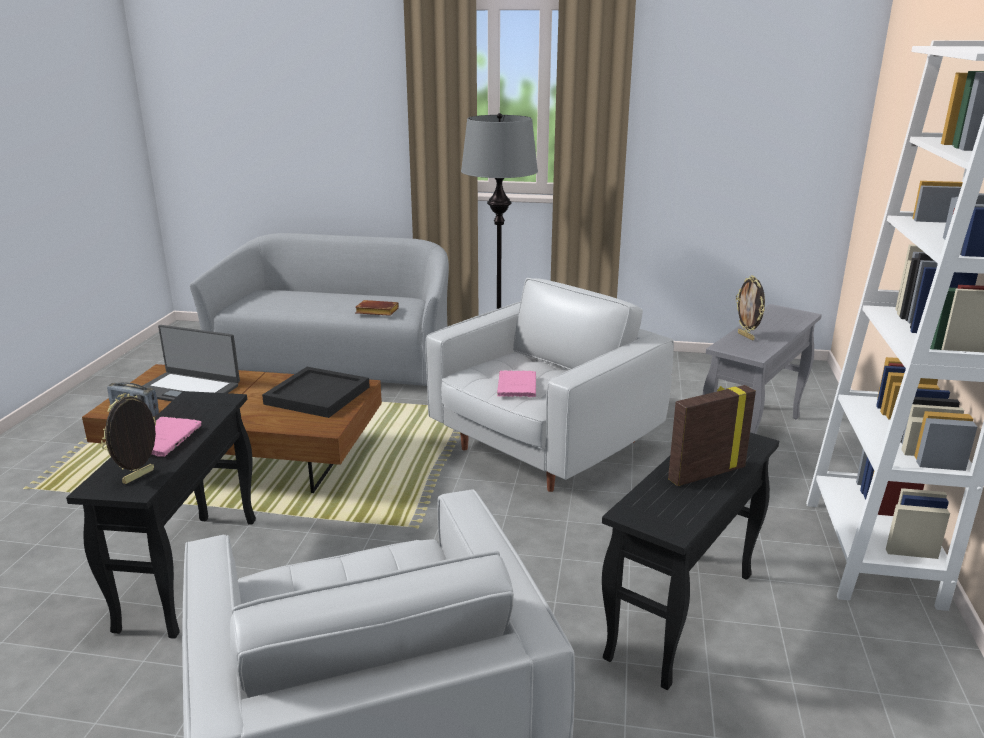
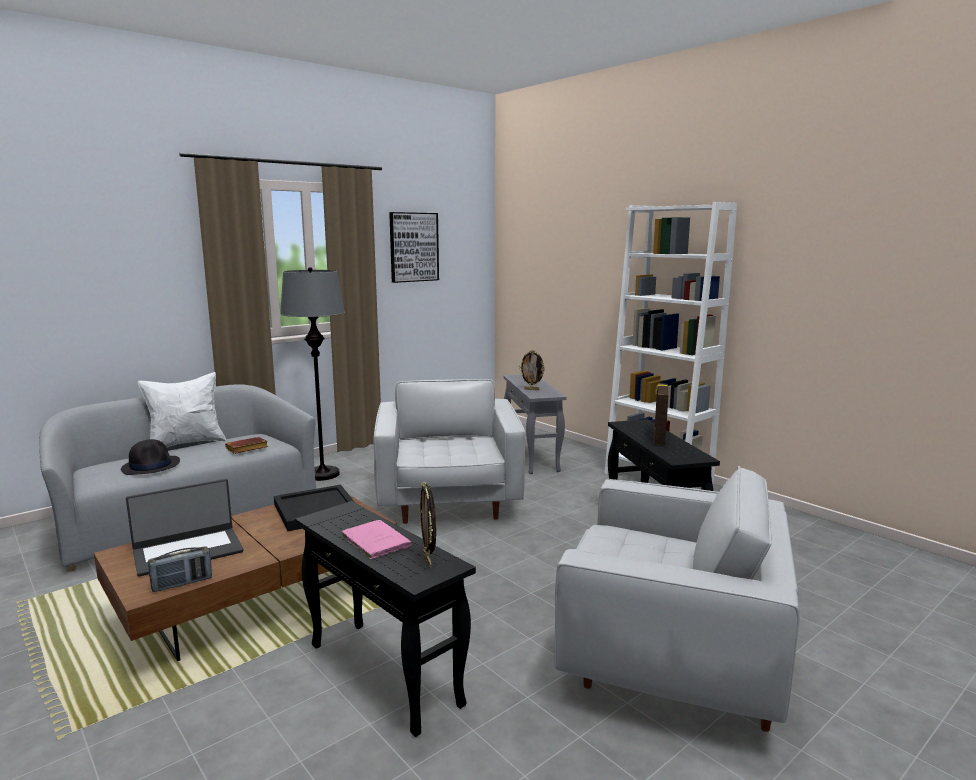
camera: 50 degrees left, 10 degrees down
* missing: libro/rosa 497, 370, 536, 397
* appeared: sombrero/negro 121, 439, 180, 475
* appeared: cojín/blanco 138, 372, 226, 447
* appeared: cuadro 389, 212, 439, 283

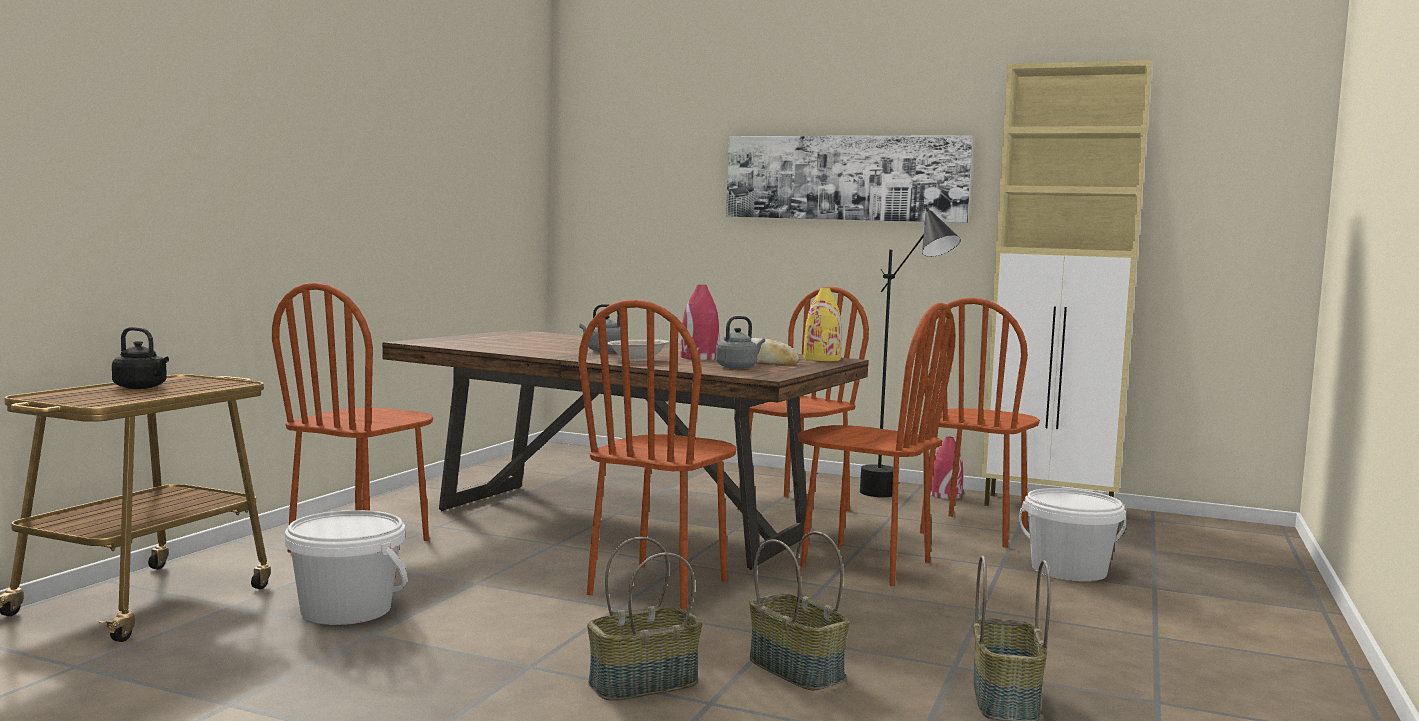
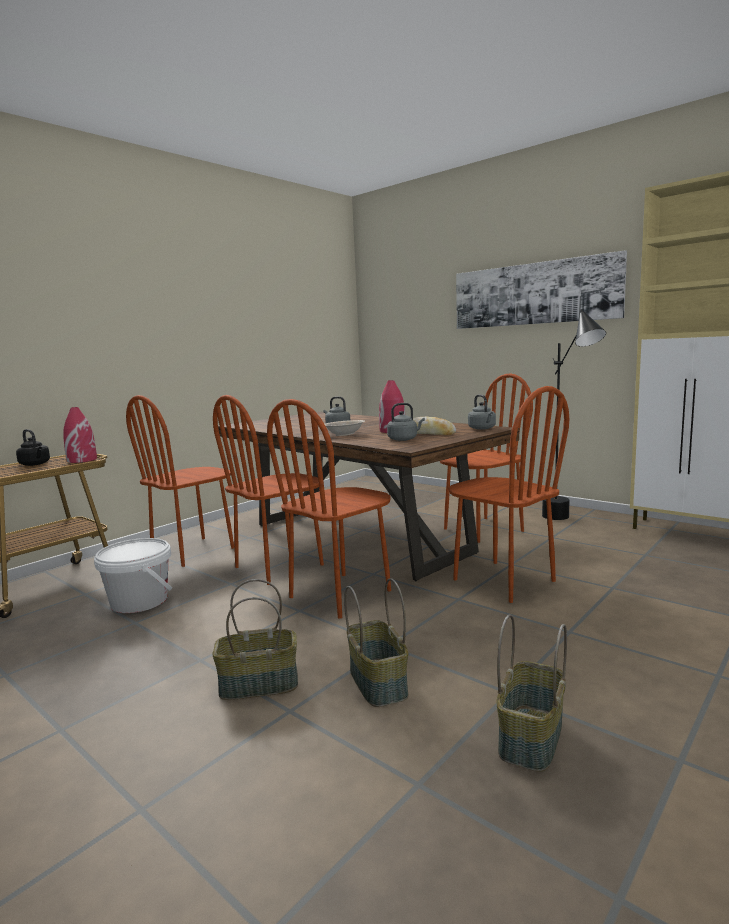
camera: 20 degrees right, 5 degrees up
* exchanged: florero/amarillo 804, 288, 842, 361 to hervidor/gris 468, 394, 496, 430
* relocated: silla/marrón 920, 298, 1040, 548 to 213, 395, 324, 585
* relocated: florero/rojo 931, 436, 963, 499 to 63, 407, 97, 463
* missing: cubo/blanco 1019, 488, 1126, 582

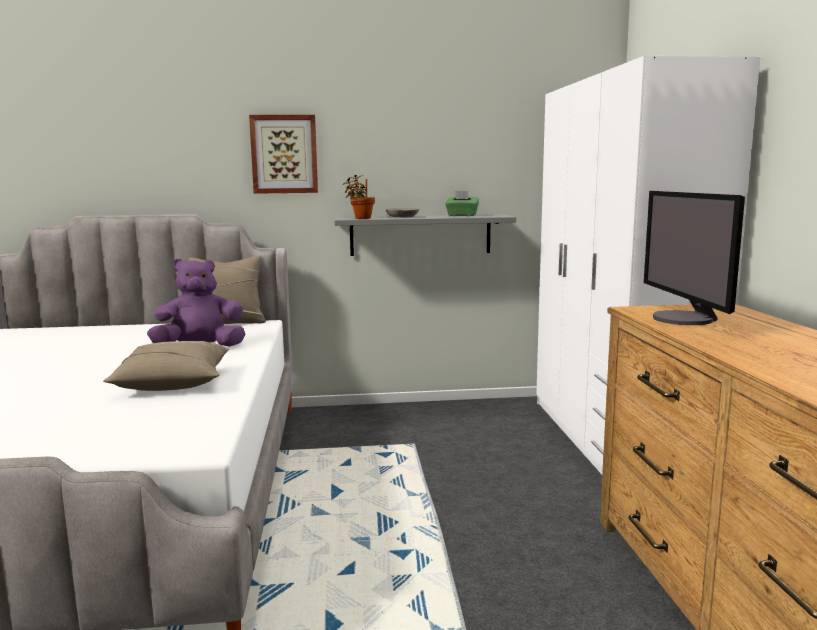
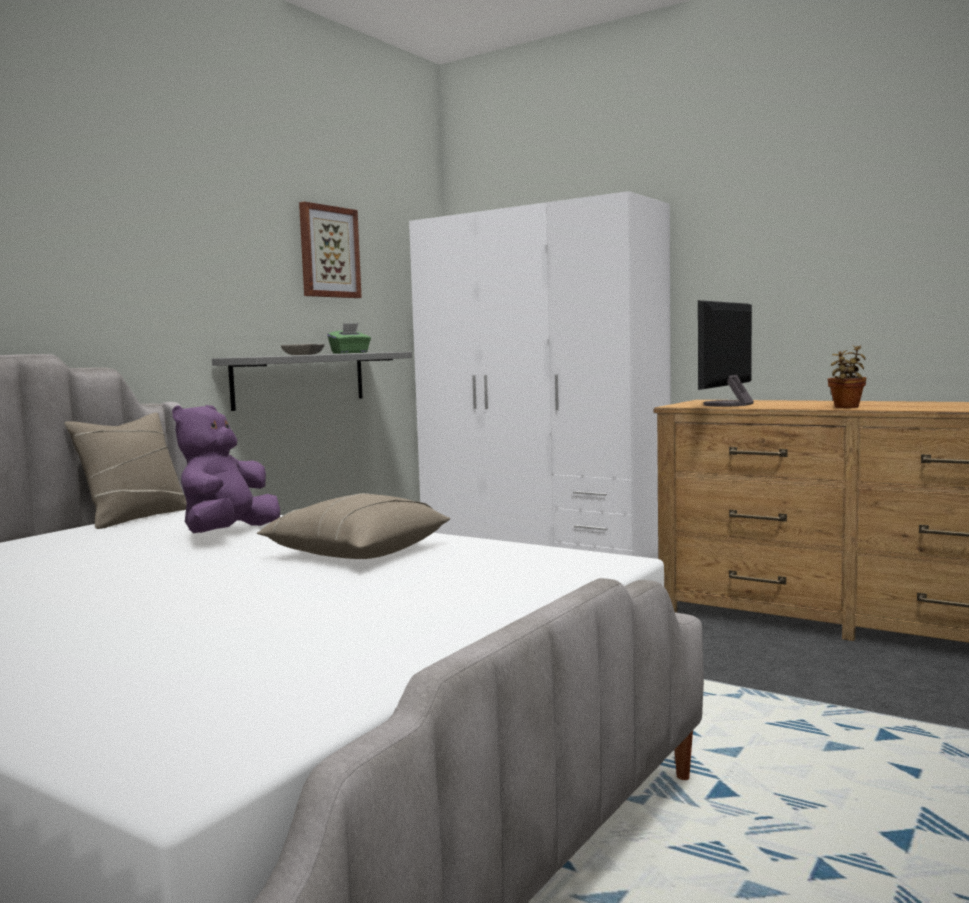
camera: 50 degrees left, 5 degrees down
* relocated: cuadro 249, 115, 318, 194 to 299, 201, 362, 298
* relocated: planta en maceta 343, 175, 375, 219 to 828, 345, 866, 408
* spun: monitor 644, 191, 745, 325 = 698, 300, 754, 407 90 degrees clockwise

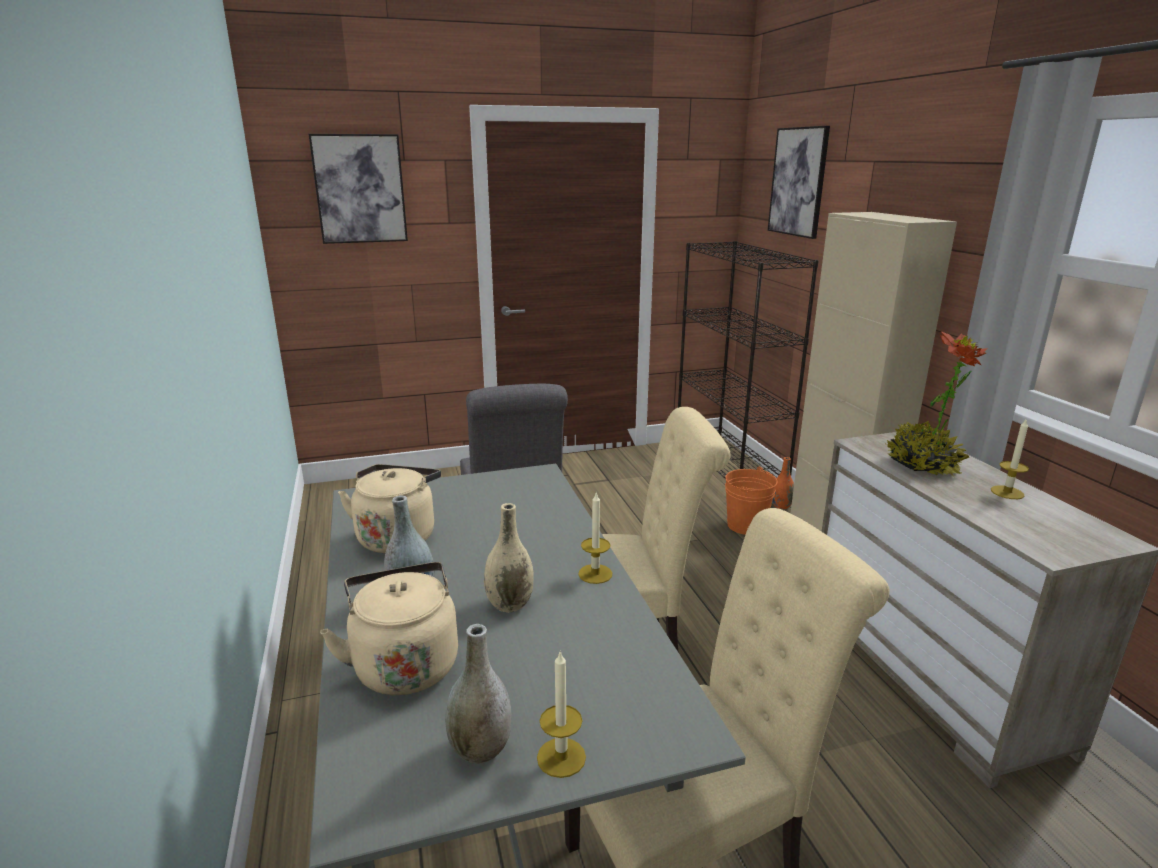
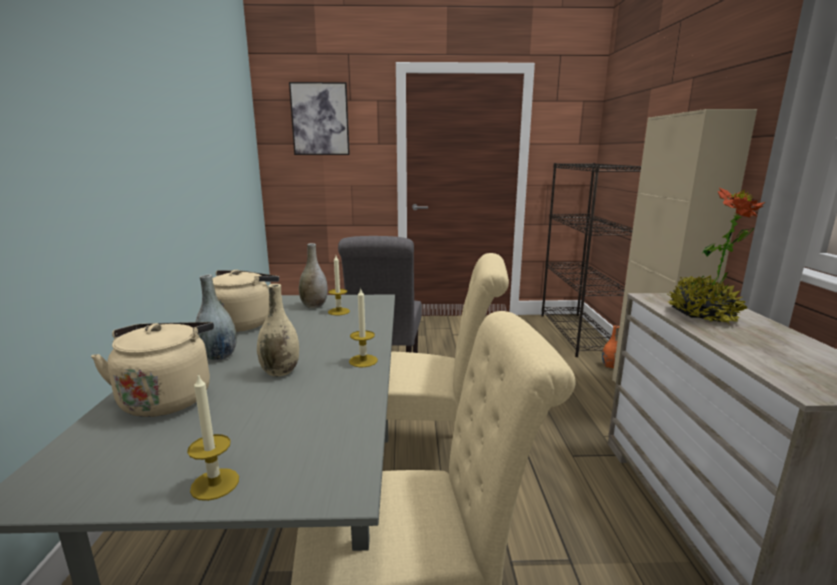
camera: 15 degrees right, 5 degrees down
* relocated: florero/gris 445, 624, 511, 764 to 299, 243, 328, 308
* missing: cubo/naranja 725, 467, 778, 535
* missing: cuadro 768, 126, 830, 239
* relocated: vela 991, 420, 1029, 499 to 328, 256, 350, 315

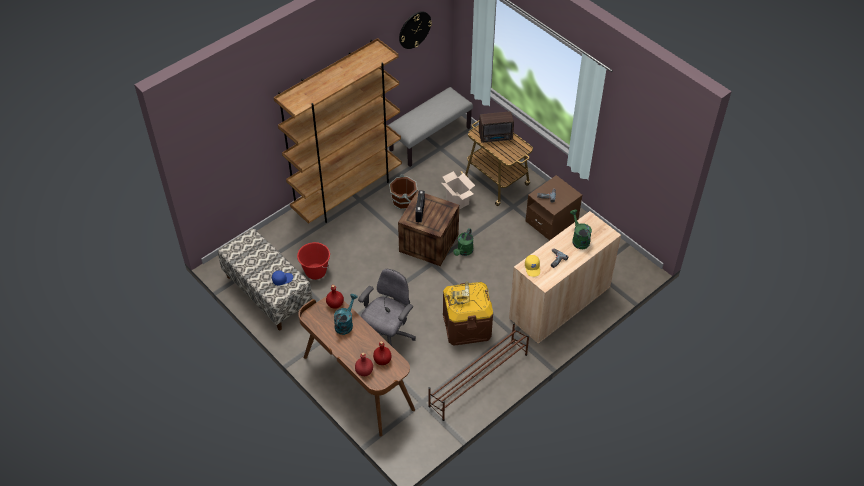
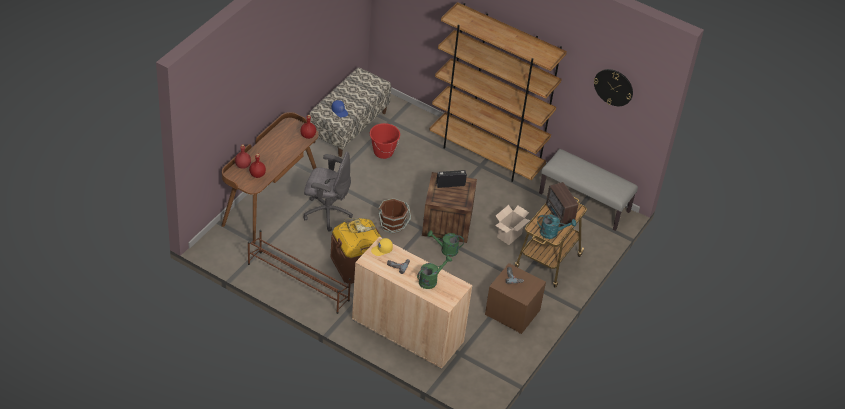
camera: 70 degrees right, 5 degrees down
* relocated: regadera/turquesa 334, 294, 358, 335 to 537, 214, 576, 239
* relocated: cubo/marrón 389, 174, 417, 210 to 378, 198, 411, 234

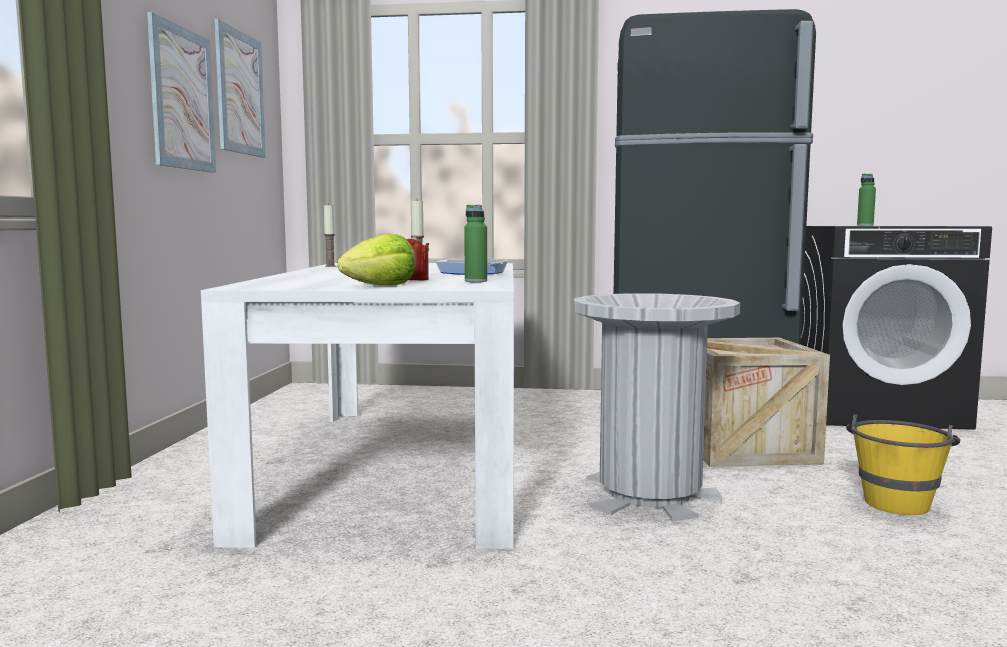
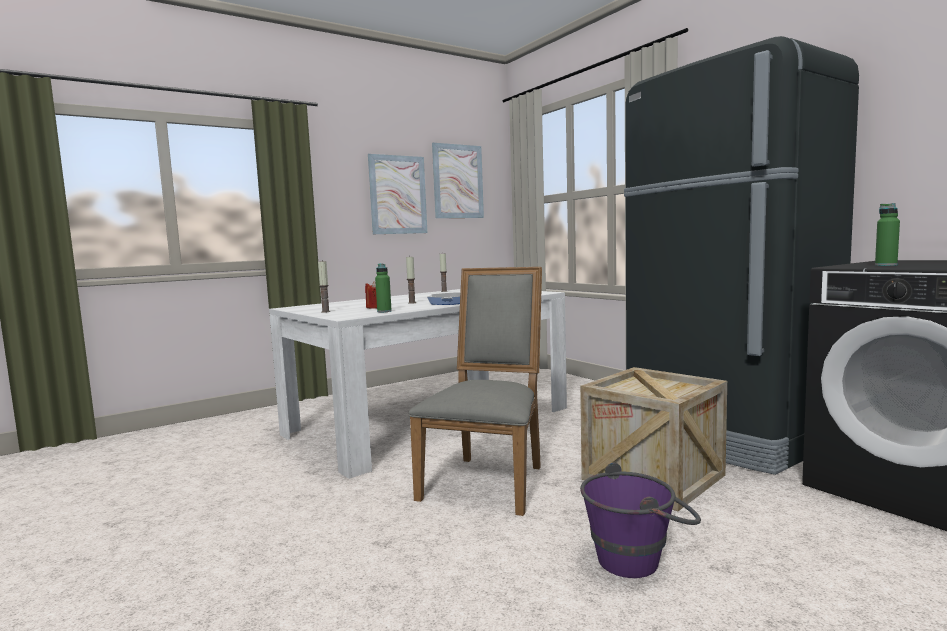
camera: 50 degrees right, 0 degrees up
* exchanged: lechuga 338, 234, 415, 286 to vela 318, 261, 330, 313
* exchanged: papelera/gris 574, 293, 740, 521 to silla/gris 409, 267, 542, 516
* colour: cubo/amarillo 846, 415, 960, 515 to cubo/morado 580, 462, 701, 578

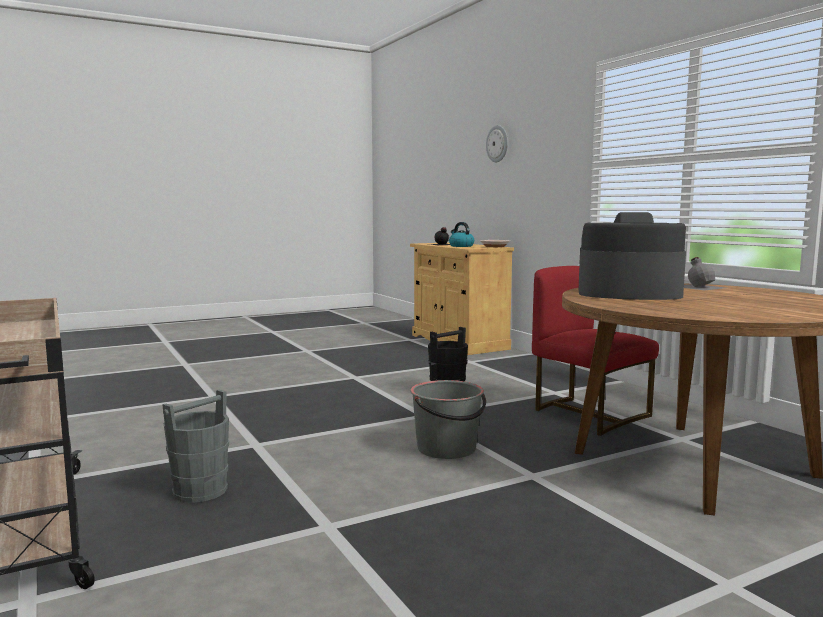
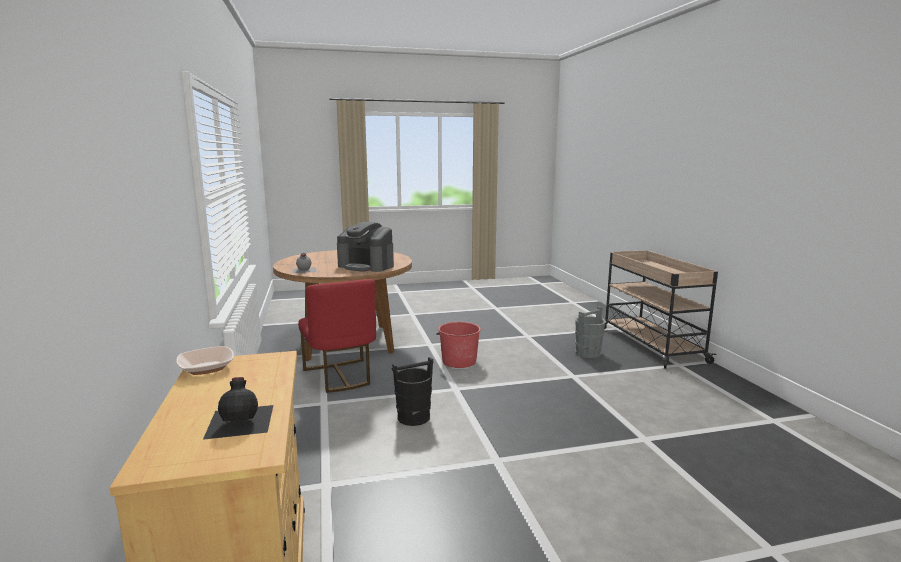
camera: 165 degrees left, 5 degrees up
* colour: cubo/gris 410, 380, 486, 459 to cubo/rojo 436, 322, 481, 368
* missing: hervidor 449, 222, 474, 247
* missing: reloj de pared 486, 125, 508, 162

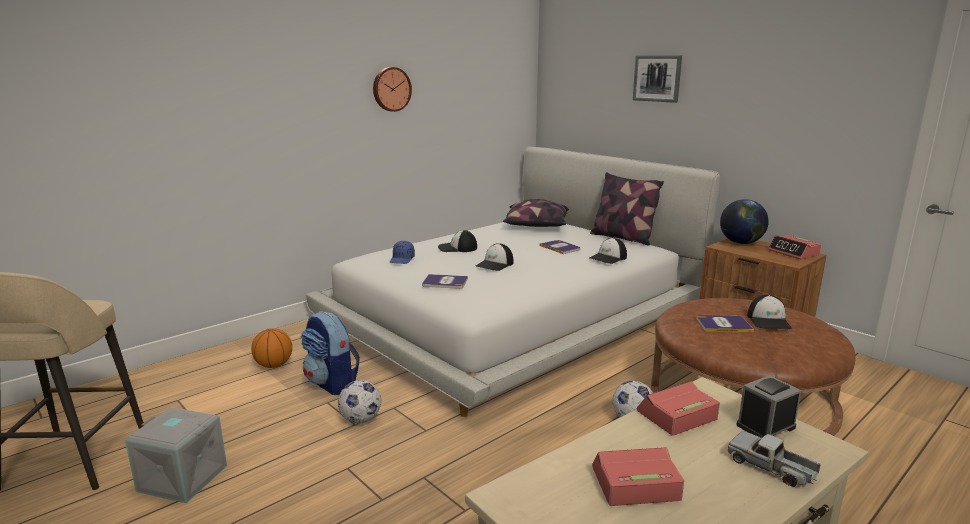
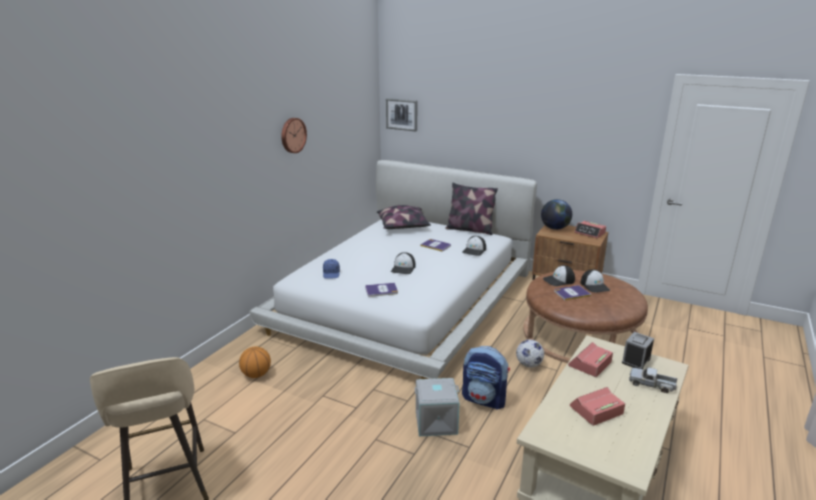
camera: 20 degrees left, 5 degrees up
* relocated: caja de almacenaje/gris 125, 407, 227, 503 to 414, 378, 460, 436
* relocated: mochila 301, 311, 360, 395 to 462, 346, 510, 410
* missing: balón de fútbol 338, 380, 381, 423
* relocated: gorra 438, 230, 477, 252 to 543, 265, 575, 286
* relocated: cuadro 633, 55, 682, 103 to 386, 98, 417, 131

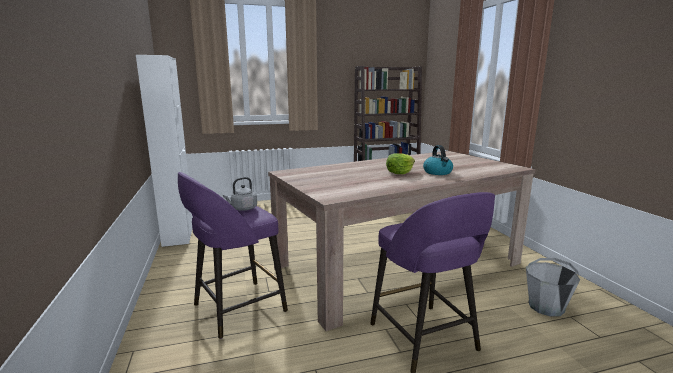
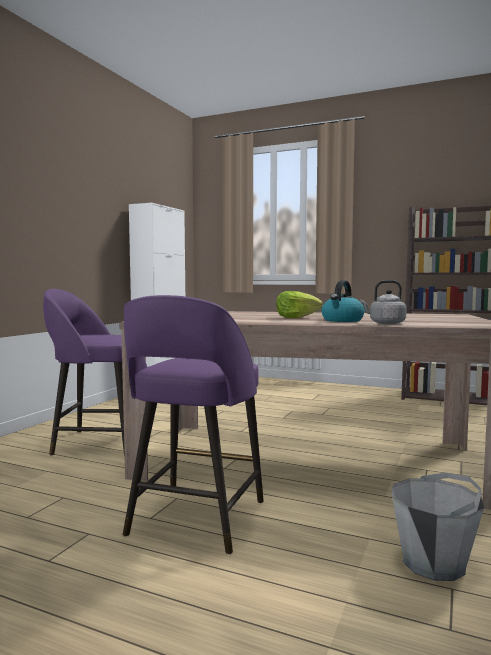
camera: 40 degrees right, 10 degrees down
* relocated: hervidor/gris 223, 177, 257, 211 to 360, 280, 407, 324

